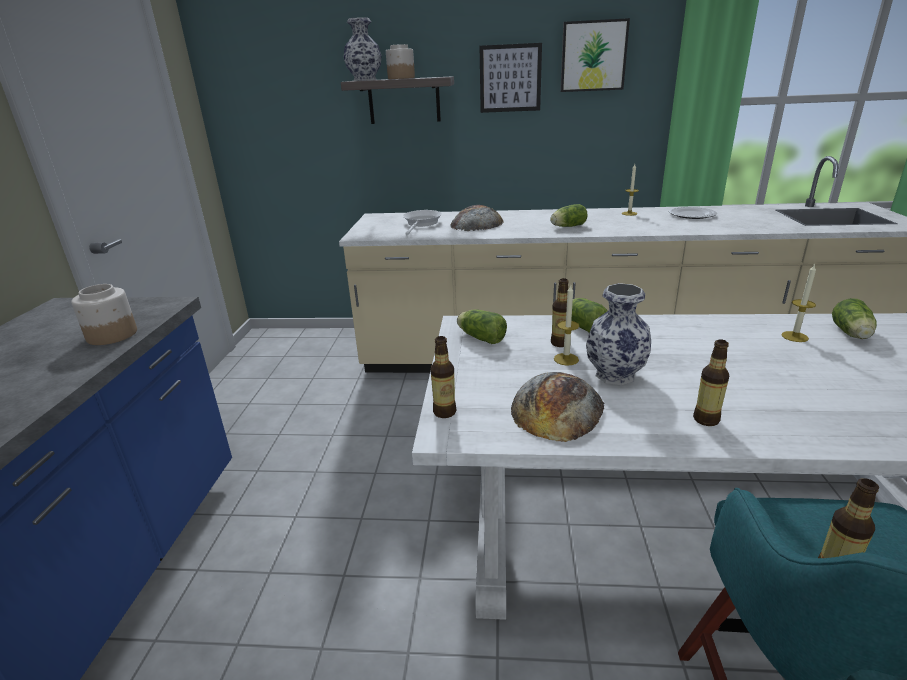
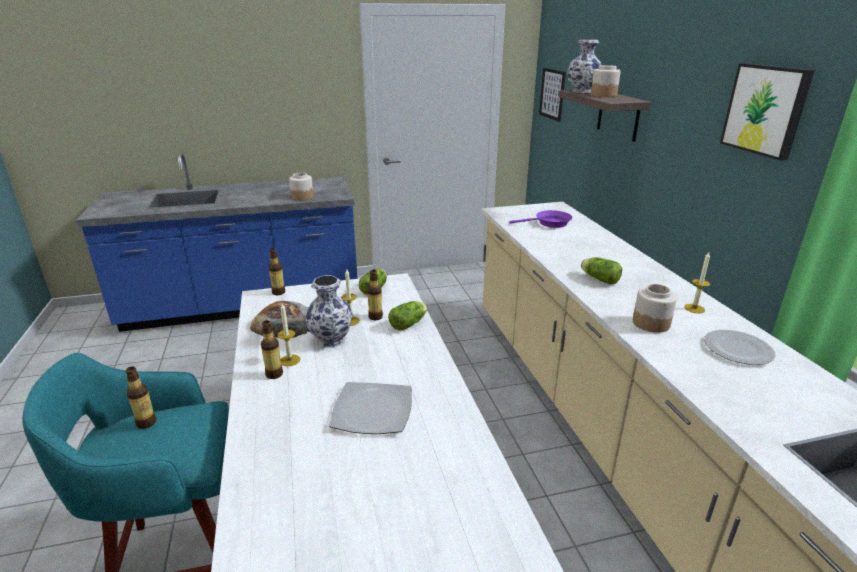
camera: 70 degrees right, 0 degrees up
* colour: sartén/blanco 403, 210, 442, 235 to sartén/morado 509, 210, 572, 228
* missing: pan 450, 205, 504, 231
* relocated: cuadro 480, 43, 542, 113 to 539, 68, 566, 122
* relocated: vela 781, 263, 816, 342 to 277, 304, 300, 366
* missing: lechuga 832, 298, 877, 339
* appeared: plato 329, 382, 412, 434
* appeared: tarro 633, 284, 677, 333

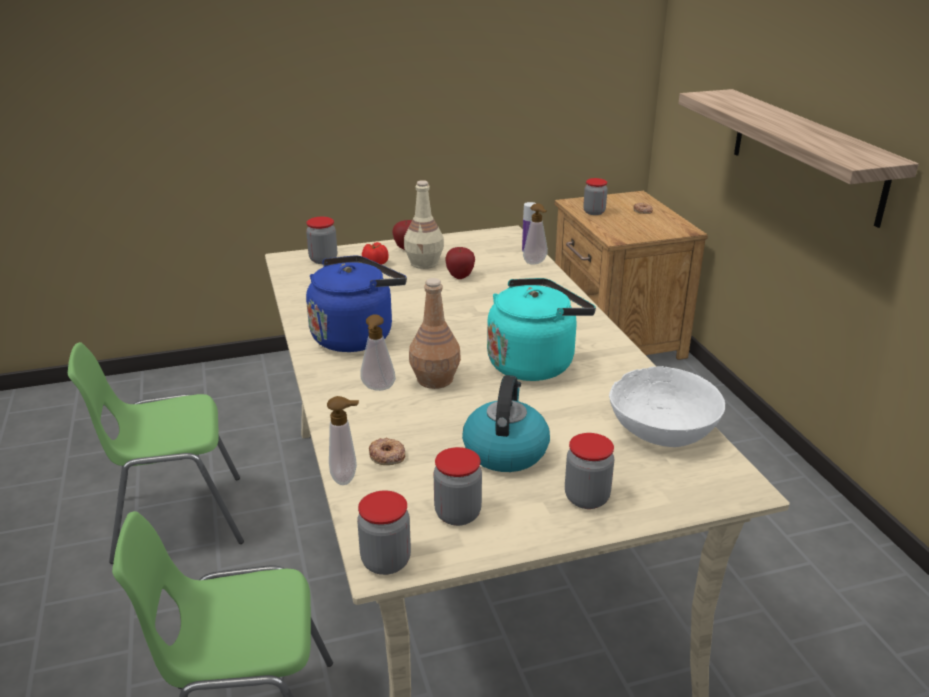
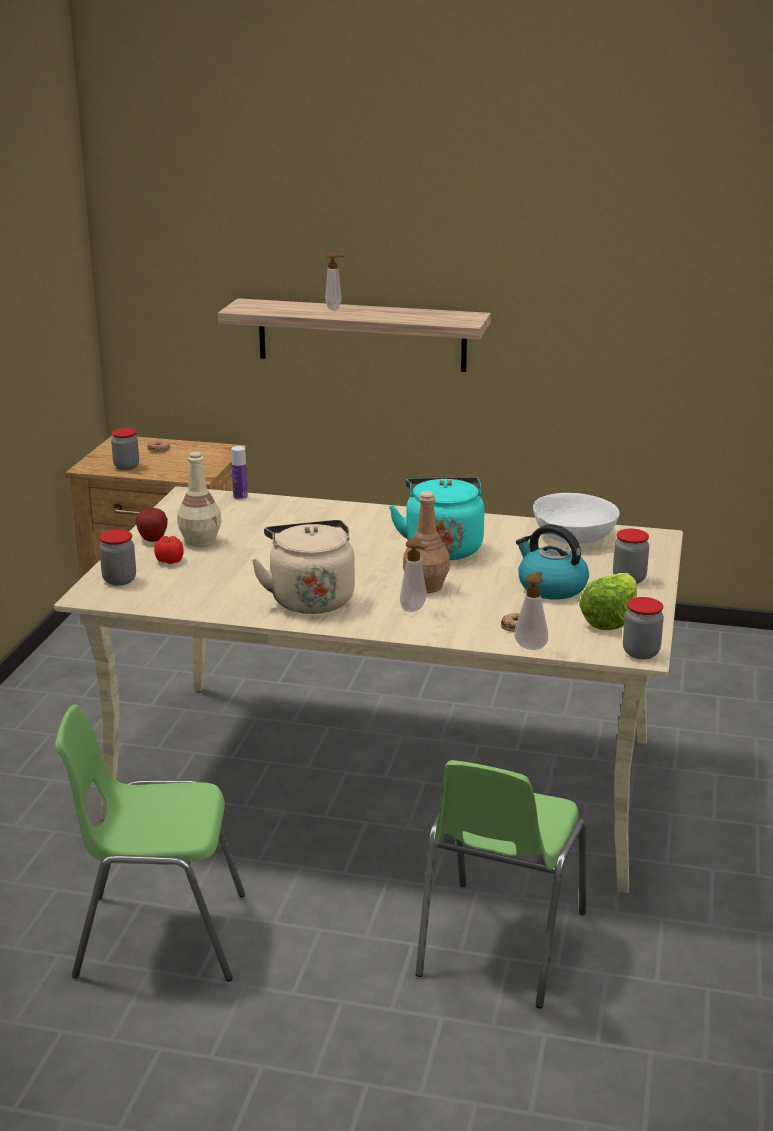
camera: 60 degrees left, 5 degrees down
* spun: silla/verde 68, 342, 244, 564 = 55, 704, 245, 982 75 degrees clockwise
* colour: hervidor/azul 306, 255, 407, 352 to hervidor/beis 252, 520, 355, 614
* exchanged: tarro 434, 447, 482, 526 to lechuga 579, 573, 637, 630
* missing: manzana 445, 247, 475, 279
* relocated: dispensador de jabón 523, 203, 548, 265 to 325, 252, 345, 310

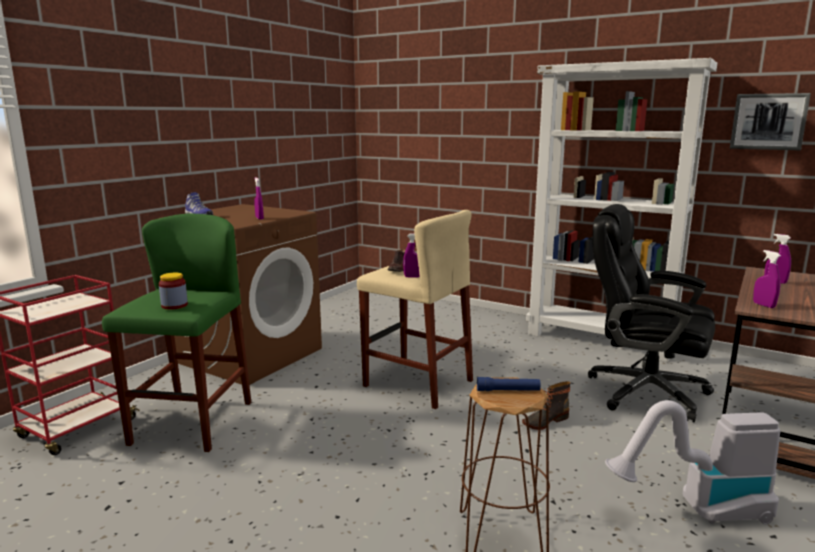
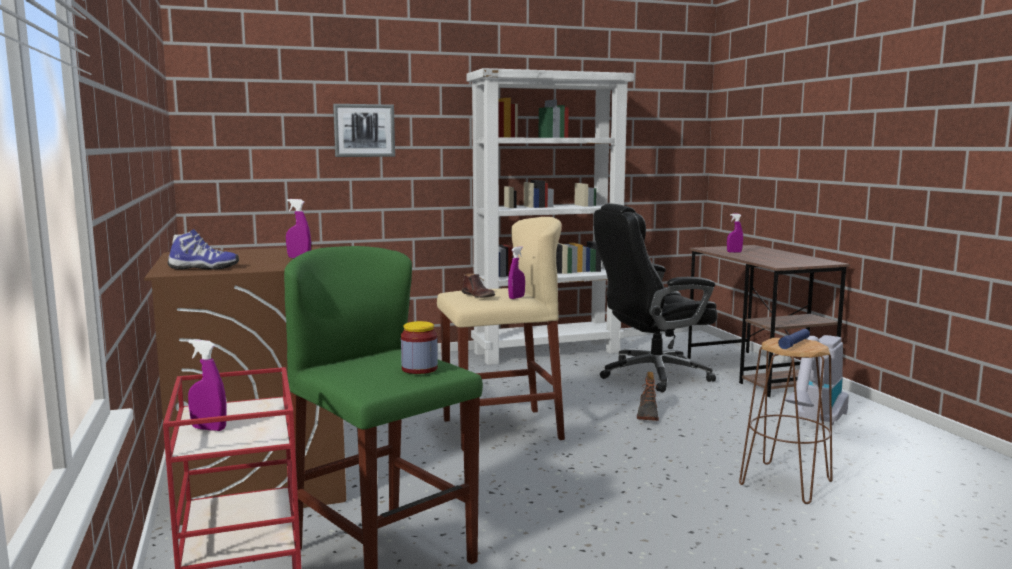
camera: 50 degrees left, 5 degrees down
* relocated: cuadro 730, 93, 811, 150 to 333, 104, 395, 157
* relocated: pulverizador/morado 753, 250, 781, 308 to 188, 339, 227, 431

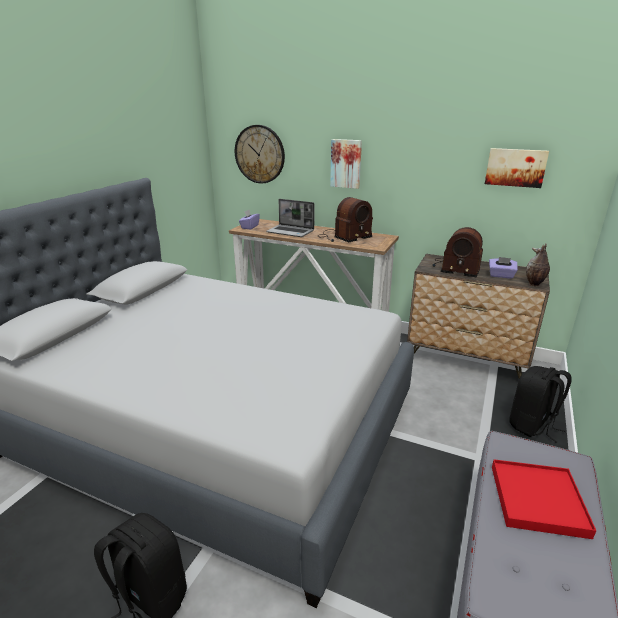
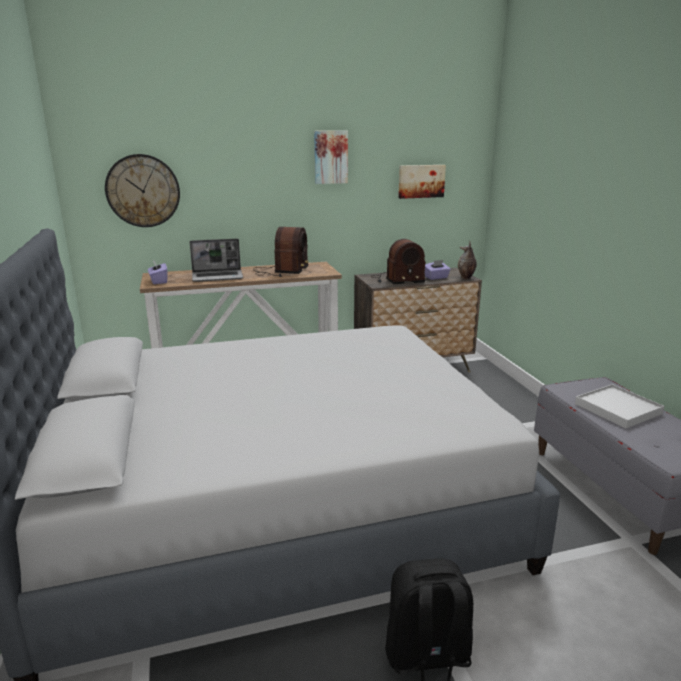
camera: 40 degrees left, 5 degrees down
* relocated: cuadro 330, 139, 362, 189 to 314, 131, 348, 184
* colour: bandeja/rojo 492, 459, 596, 539 to bandeja/blanco 575, 384, 664, 428
* missing: mochila/negro 509, 366, 572, 443

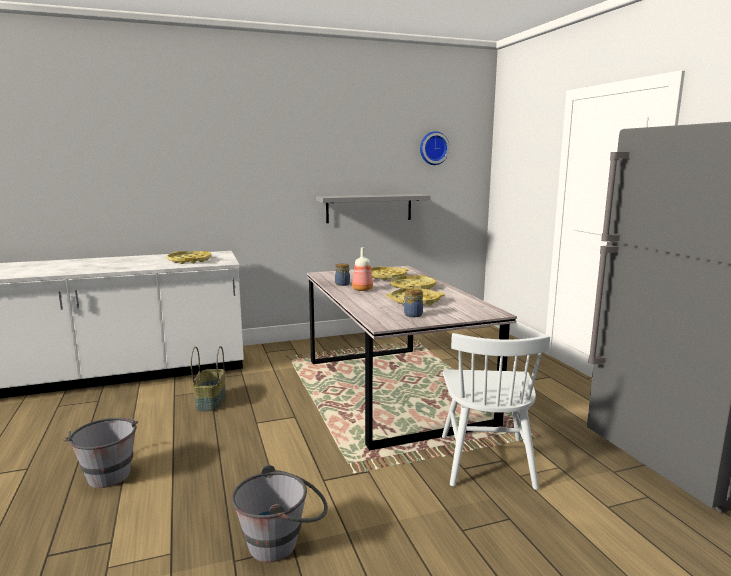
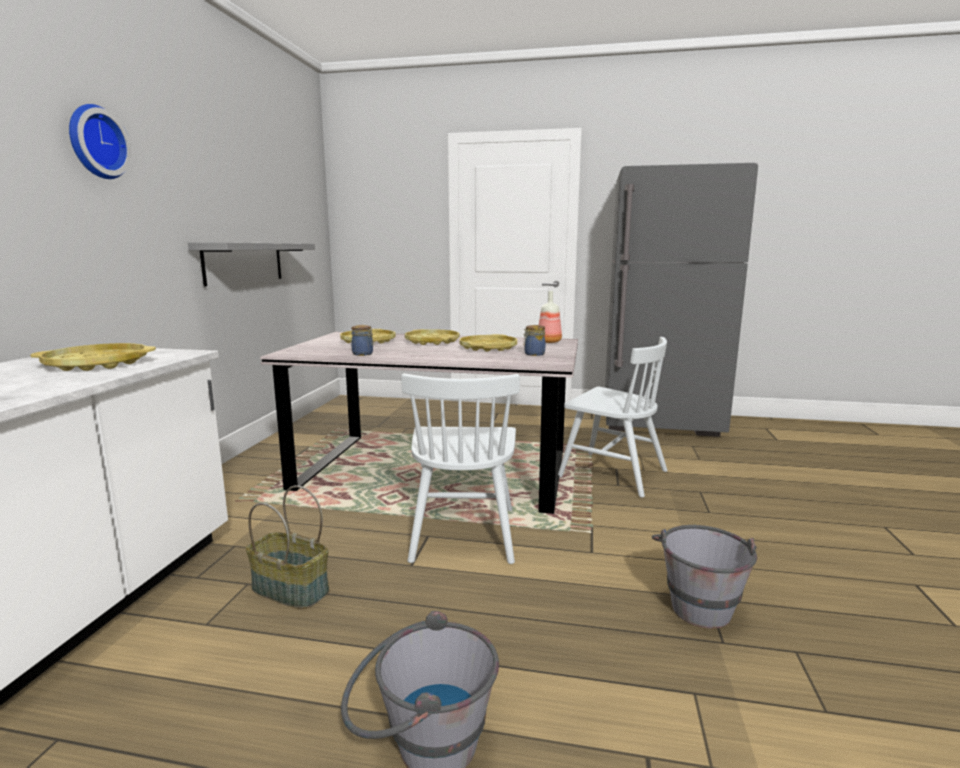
camera: 60 degrees left, 0 degrees up
* relocated: botella 352, 247, 373, 291 to 539, 291, 562, 343
* relocated: reloj de pared 420, 131, 450, 165 to 69, 104, 132, 179
* appeared: silla/blanco 401, 374, 520, 564

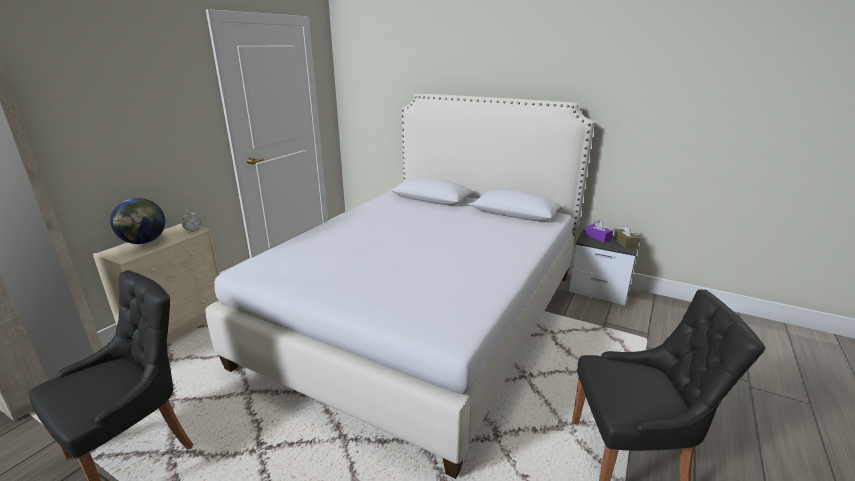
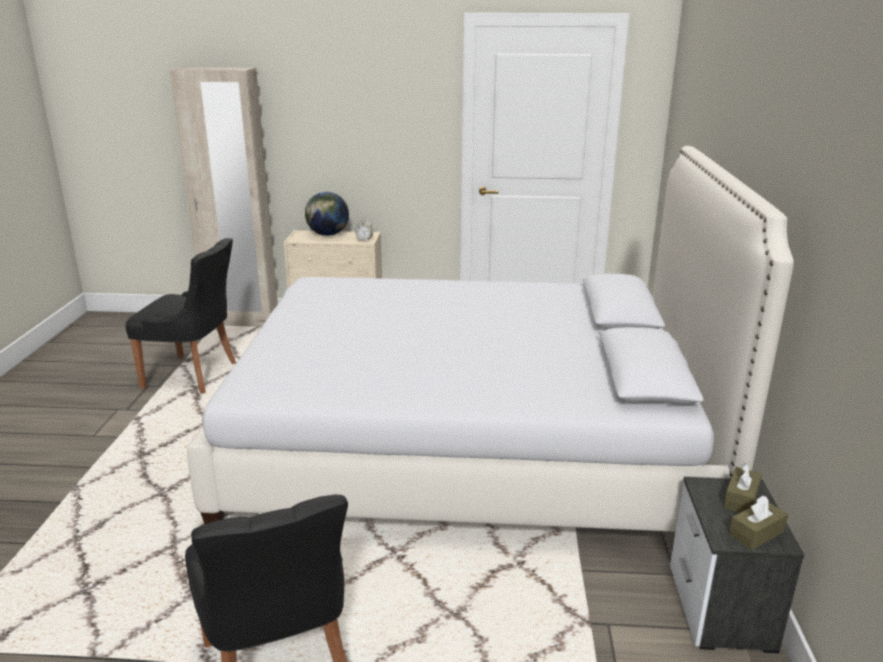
camera: 65 degrees right, 0 degrees up
* colour: caja de pañuelos/morado 585, 220, 613, 243 to caja de pañuelos/marrón 723, 463, 762, 513

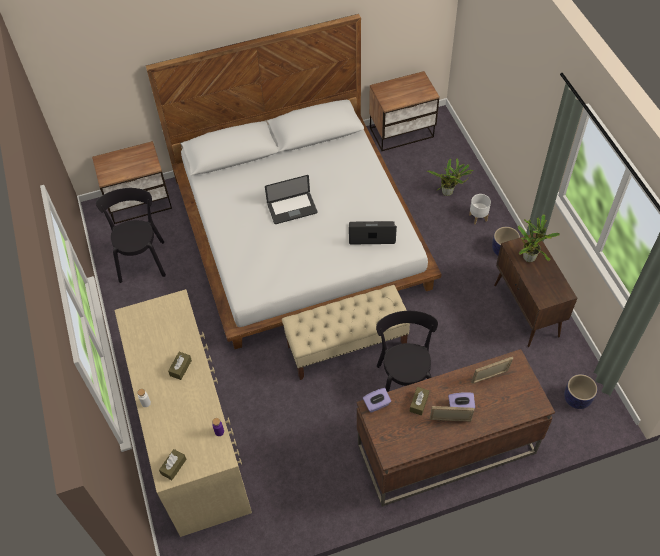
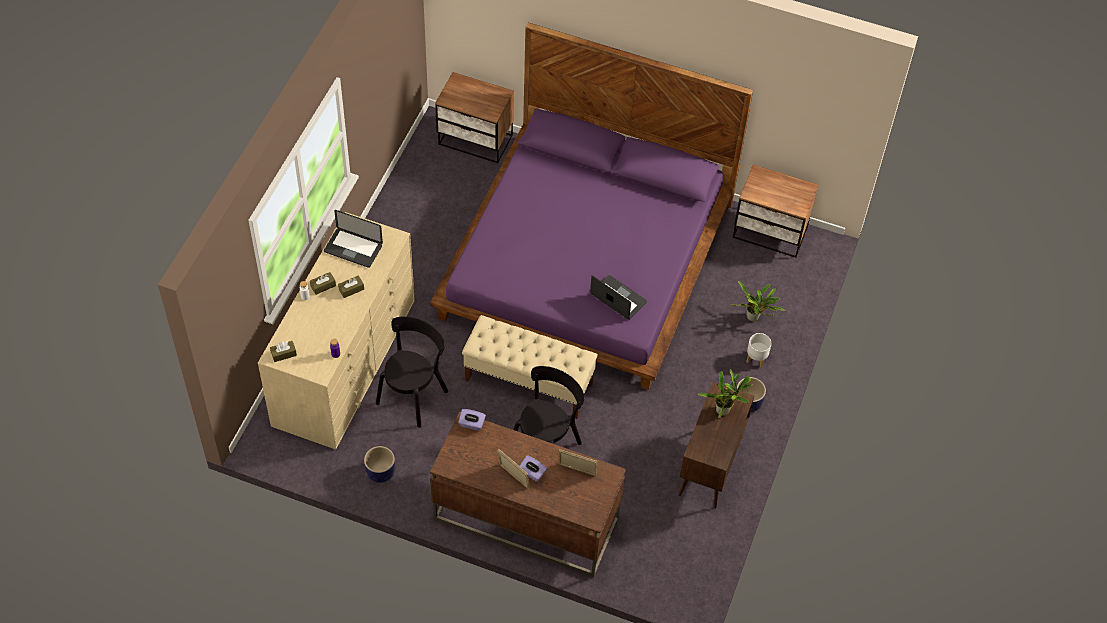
camera: 35 degrees right, 0 degrees up
* relocated: silla/negro 96, 188, 166, 283 to 376, 317, 448, 428
* colour: cama/blanco 146, 14, 442, 349 to cama/morado 430, 22, 753, 390
* relocated: portátil 265, 175, 317, 224 to 324, 210, 383, 268
* relocated: caja de pañuelos/marrón 410, 387, 429, 415 to 310, 272, 336, 295
* relocated: maceta 564, 374, 597, 409 to 364, 446, 395, 483

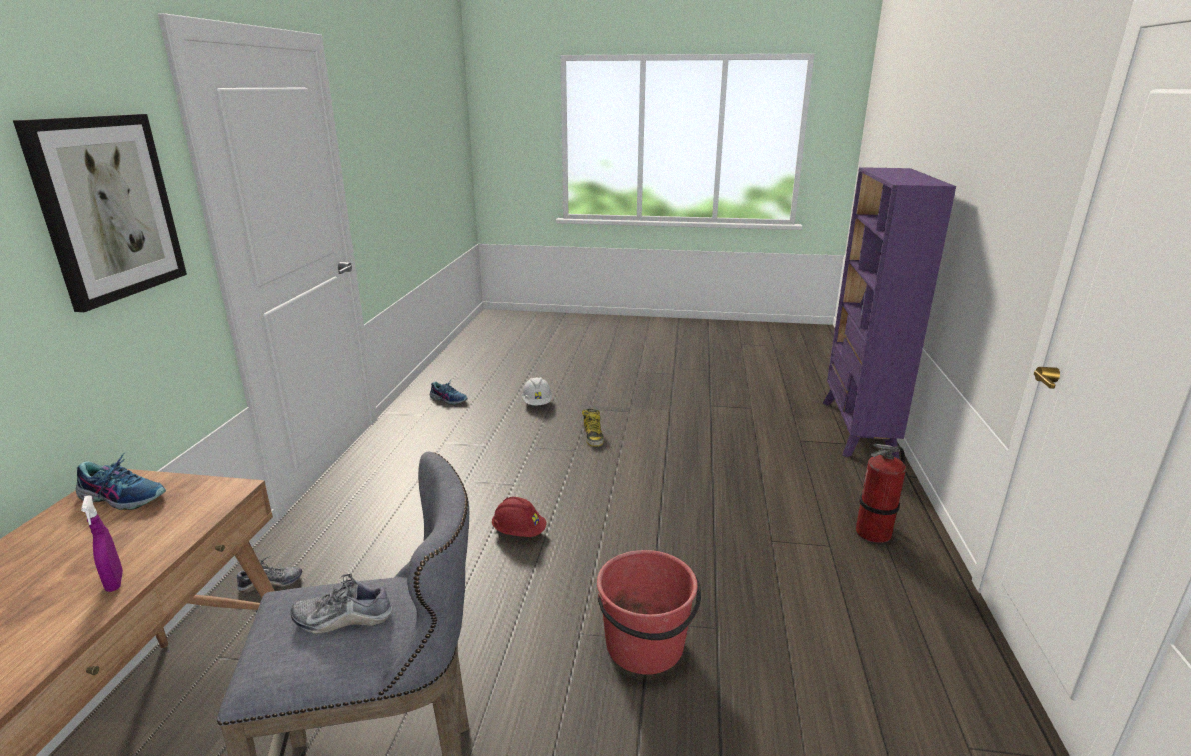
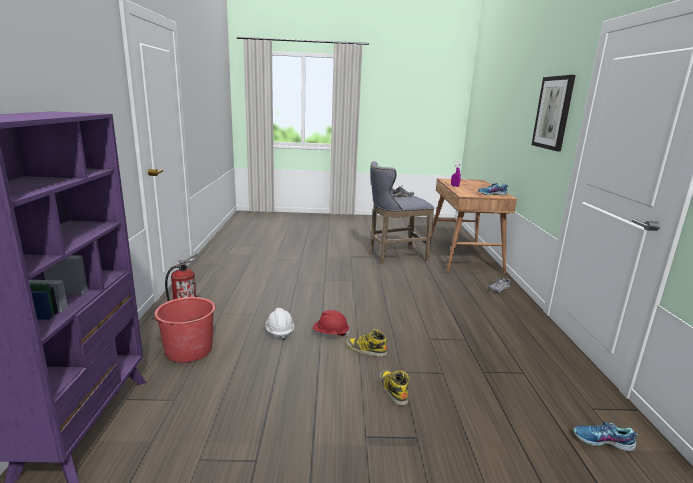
camera: 170 degrees right, 5 degrees down
* relocated: casco/rojo 492, 497, 546, 537 to 313, 310, 349, 336
* relocated: casco/blanco 522, 377, 552, 405 to 266, 308, 295, 341
* relocated: cubo/rojo 597, 550, 701, 675 to 152, 297, 216, 363
* appeared: bota 346, 329, 387, 357

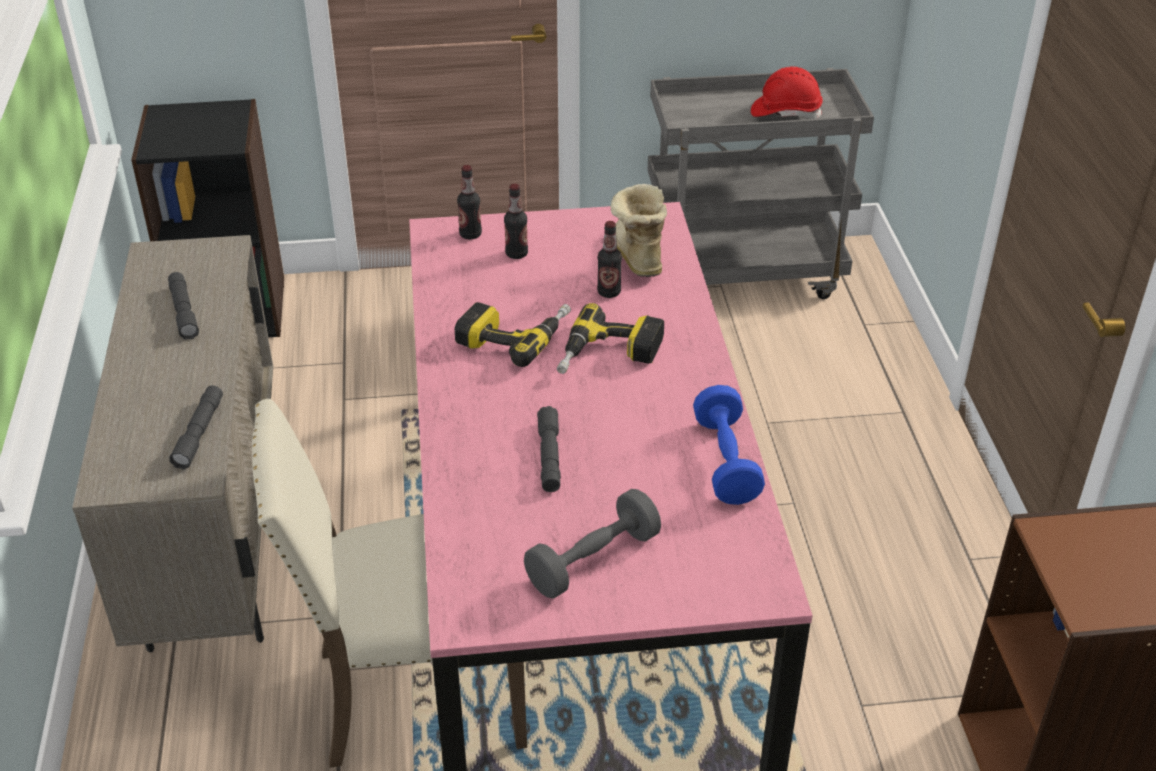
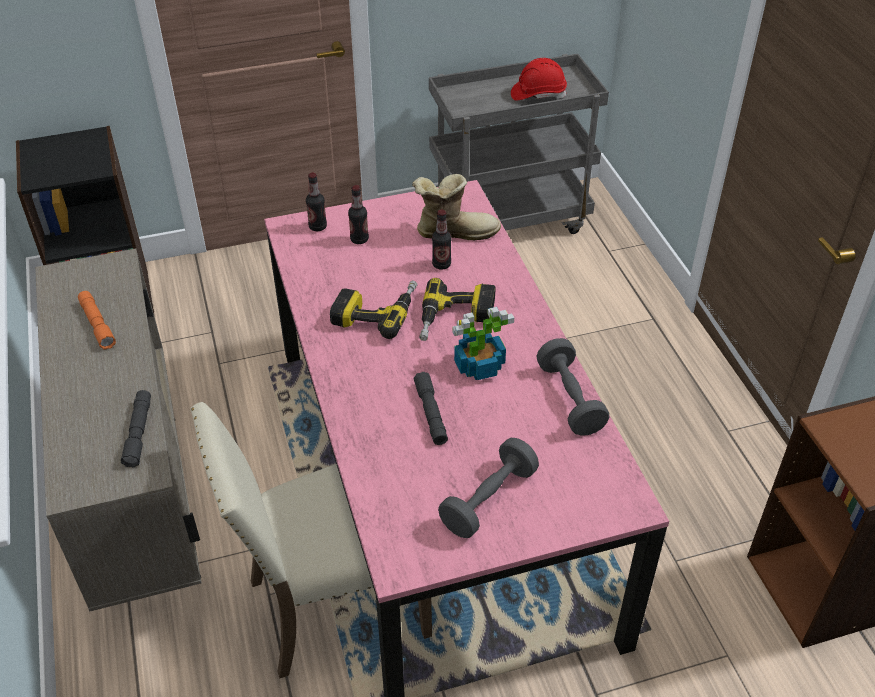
camera: 10 degrees left, 5 degrees up
* colour: linterna/gris 168, 272, 199, 340 to linterna/naranja 78, 291, 116, 350
* spun: bota 611, 184, 667, 277 = 412, 174, 501, 240 105 degrees clockwise
* colour: mancuerna/azul 693, 385, 765, 505 to mancuerna/gris 537, 338, 609, 436
* appeared: planta en maceta 452, 307, 514, 380

